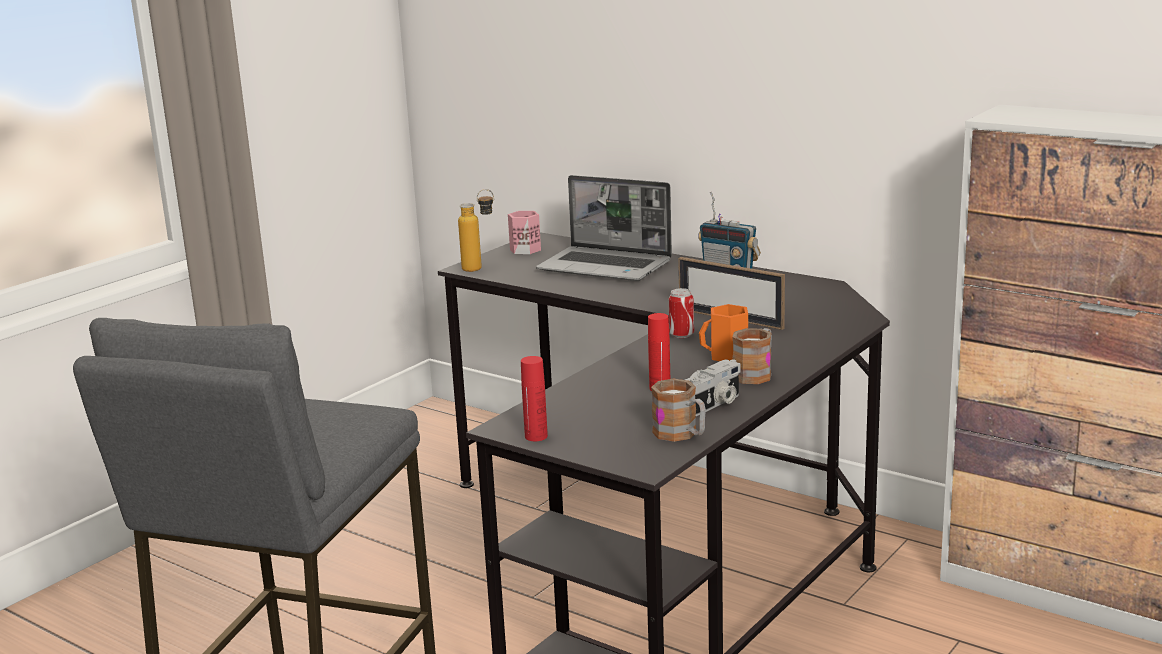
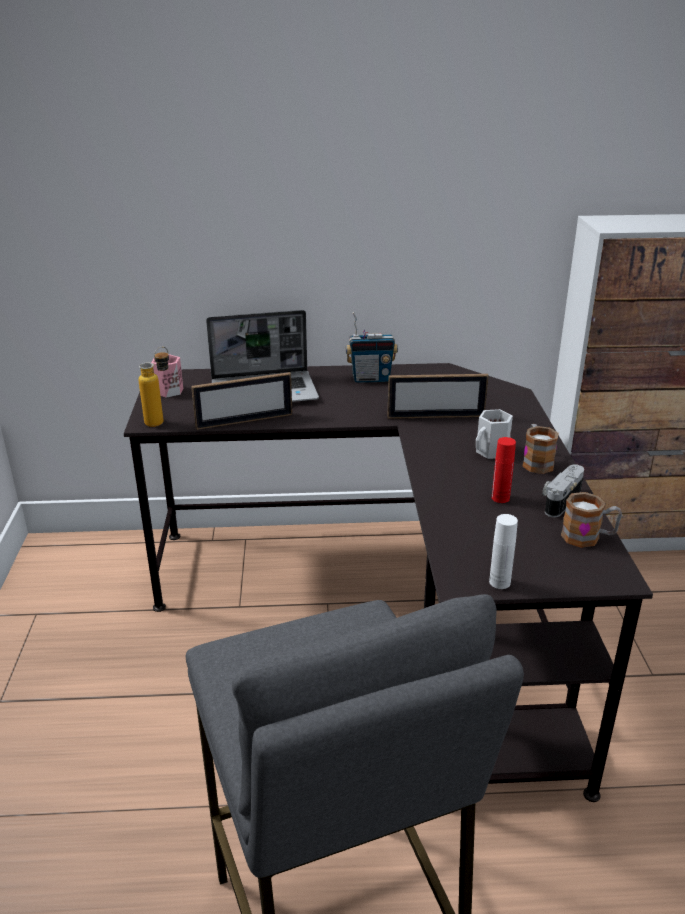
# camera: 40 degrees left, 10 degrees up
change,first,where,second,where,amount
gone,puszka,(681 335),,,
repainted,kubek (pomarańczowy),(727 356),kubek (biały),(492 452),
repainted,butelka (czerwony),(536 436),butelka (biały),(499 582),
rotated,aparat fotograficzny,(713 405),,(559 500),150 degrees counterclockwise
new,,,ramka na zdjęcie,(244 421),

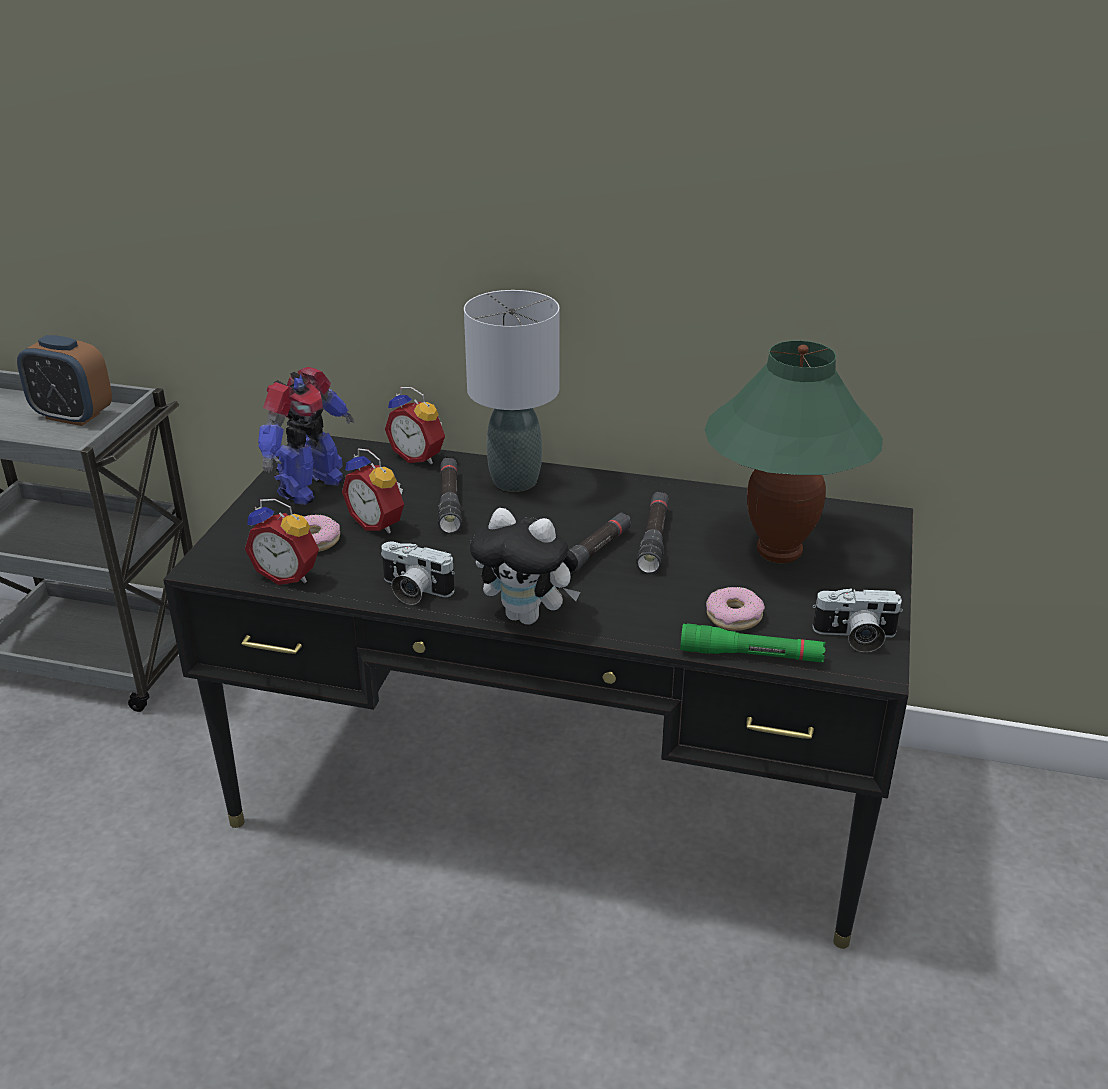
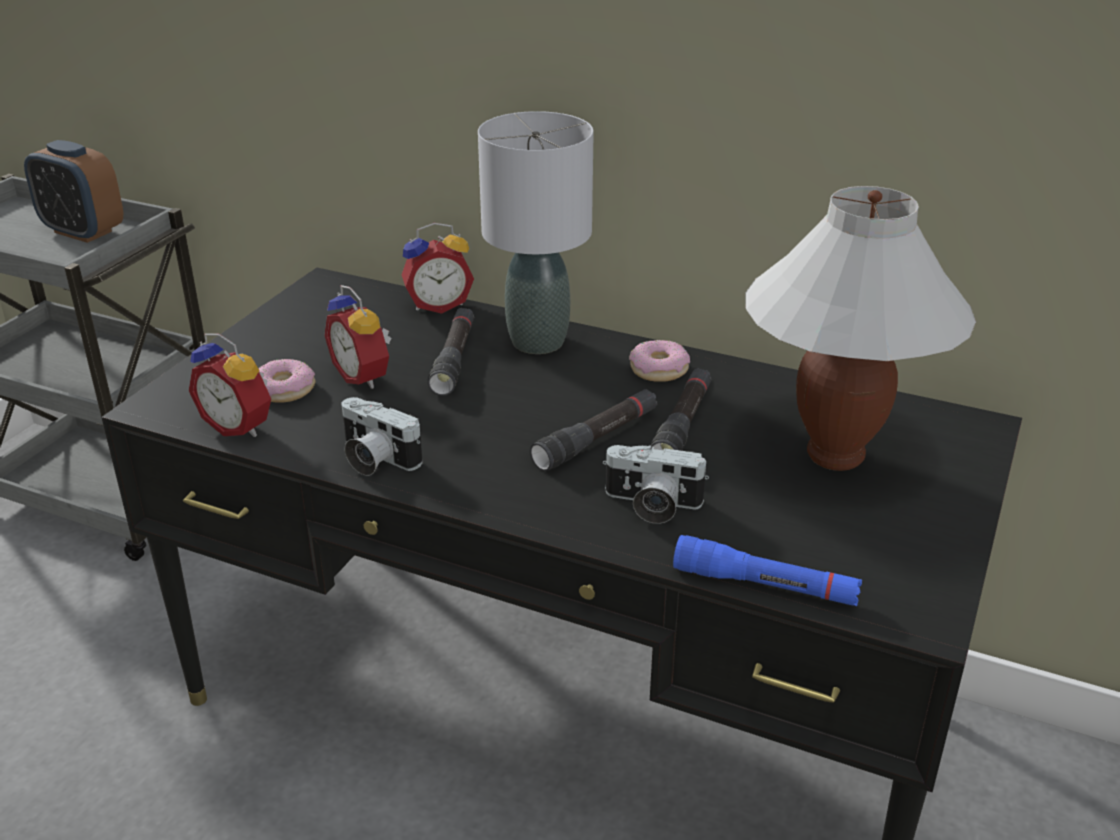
# camera: 10 degrees right, 0 degrees up
change,first,where,second,where,amount
repainted,lampa stołowa (zielony),(780 552),lampa stołowa (biały),(836 456),
gone,robot zabawkowy,(309 487),,,
rotated,budzik,(419 456),,(438 305),60 degrees counterclockwise
gone,pluszak,(528 616),,,
shifted,donut,(734 616),,(659 369),
shifted,aparat fotograficzny,(855 637),,(651 505),
repainted,latarka (zielony),(751 655),latarka (niebieski),(765 585),

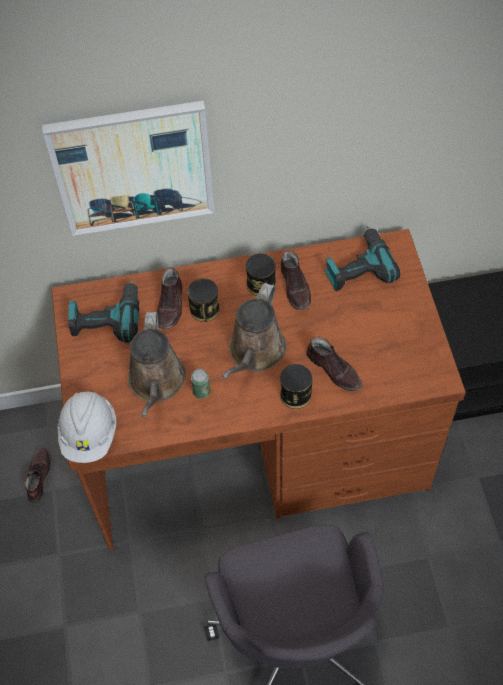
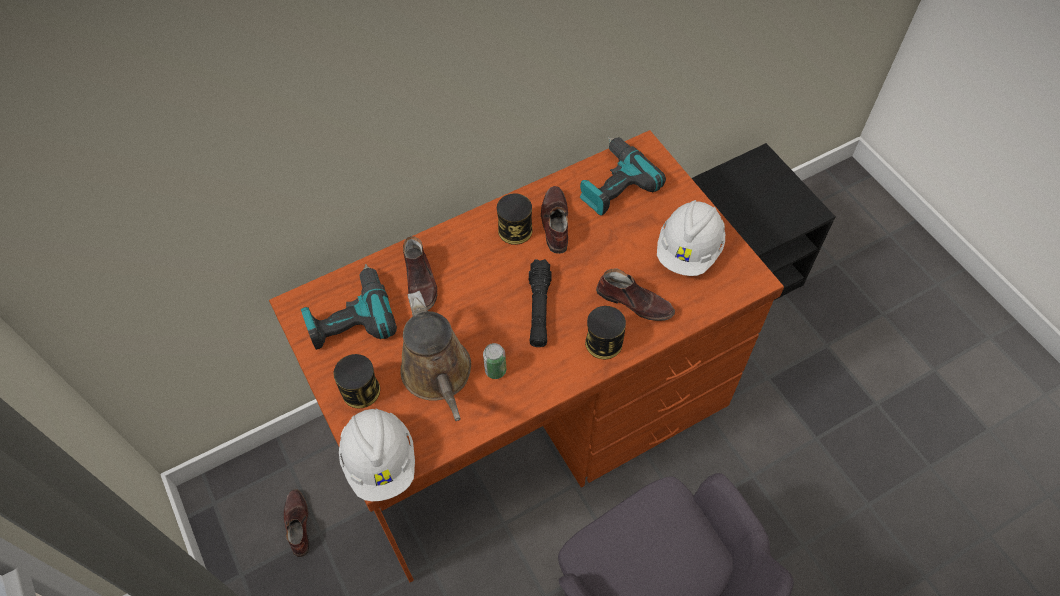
# camera: 20 degrees left, 0 degrees up
change,first,where,second,where,amount
gone,obraz,(133 167),,,
rotated,but (brązowy),(295 287),,(555 223),150 degrees counterclockwise
shifted,puszka,(204 309),,(361 391),
swapped,konewka (brązowy),(255 353),latarka (czarny),(539 308),
new,,,kask (biały),(689 250),

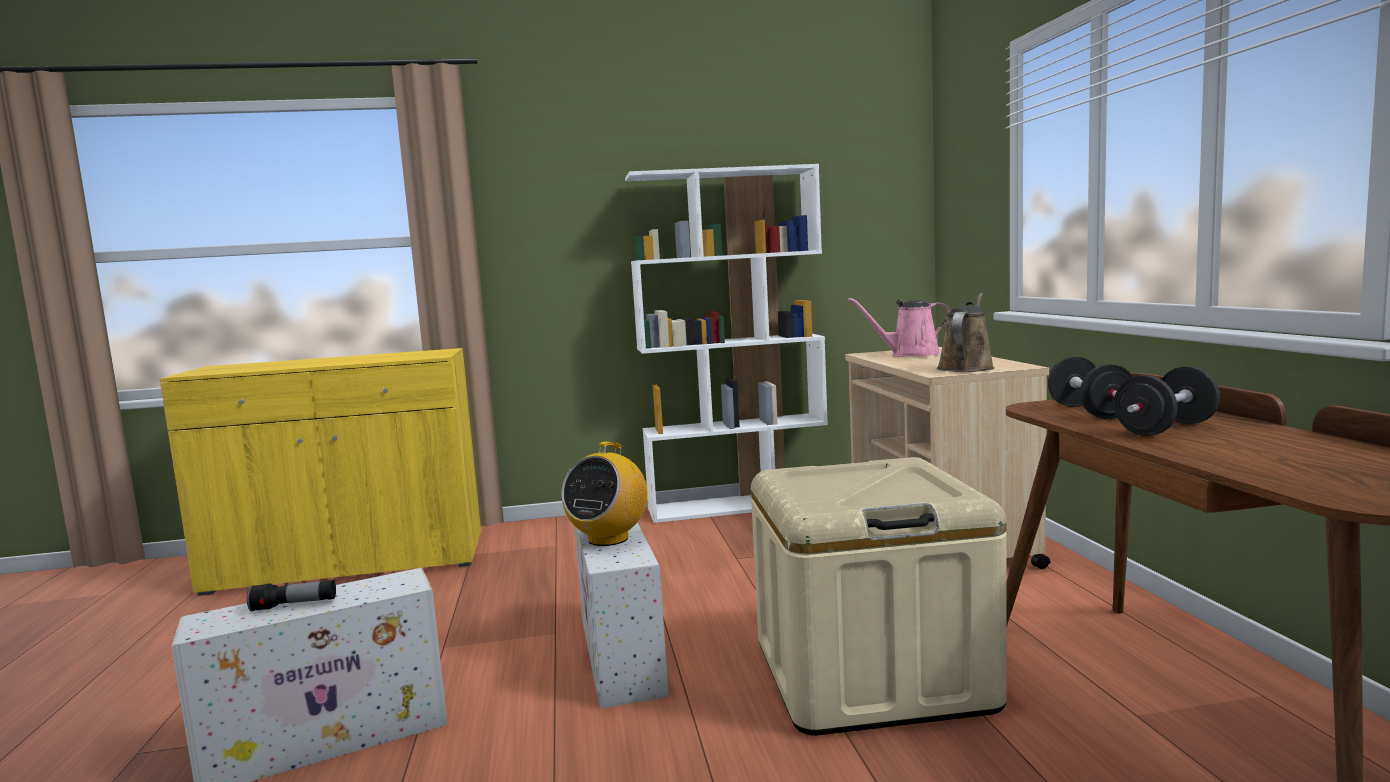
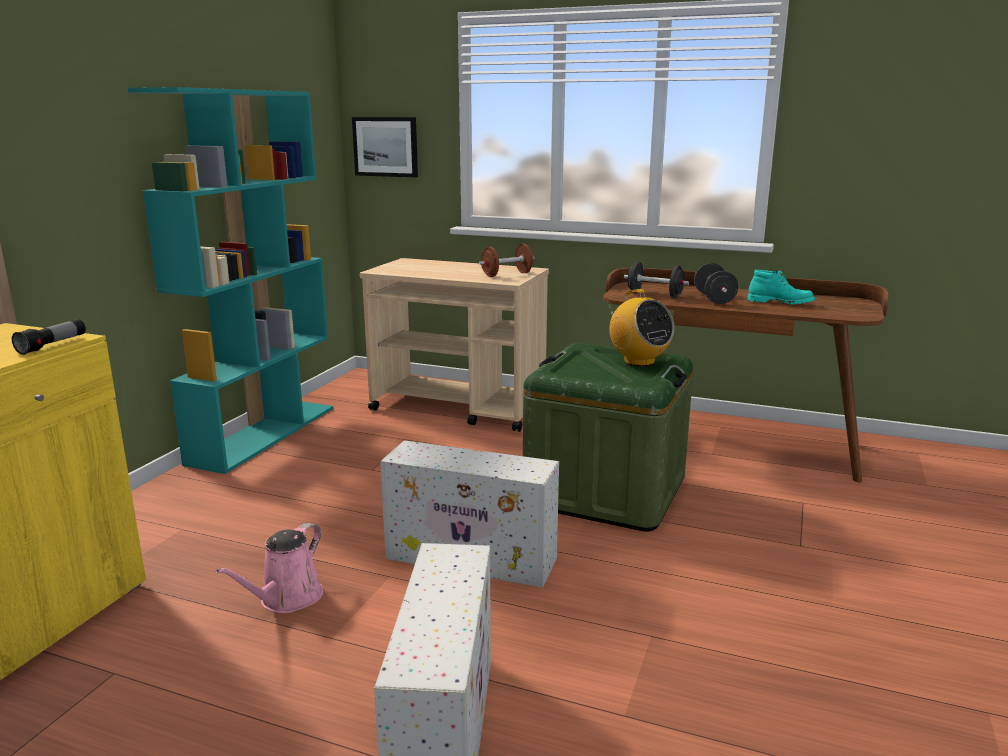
# camera: 60 degrees left, 10 degrees up
change,first,where,second,where,amount
repainted,regał (biały),(738 505),regał (turkusowy),(263 434),
swapped,konewka (brązowy),(966 368),hantel (brązowy),(507 274),
shifted,konewka (różowy),(910 354),,(287 599),
shifted,radio,(608 538),,(638 361),
repainted,pojemnik do przechowywania (beżowy),(871 674),pojemnik do przechowywania (zielony),(605 491),
shifted,latarka,(294 606),,(53 345),
new,,,obraz,(386 147),
new,,,but z cholewką (turkusowy),(780 302),

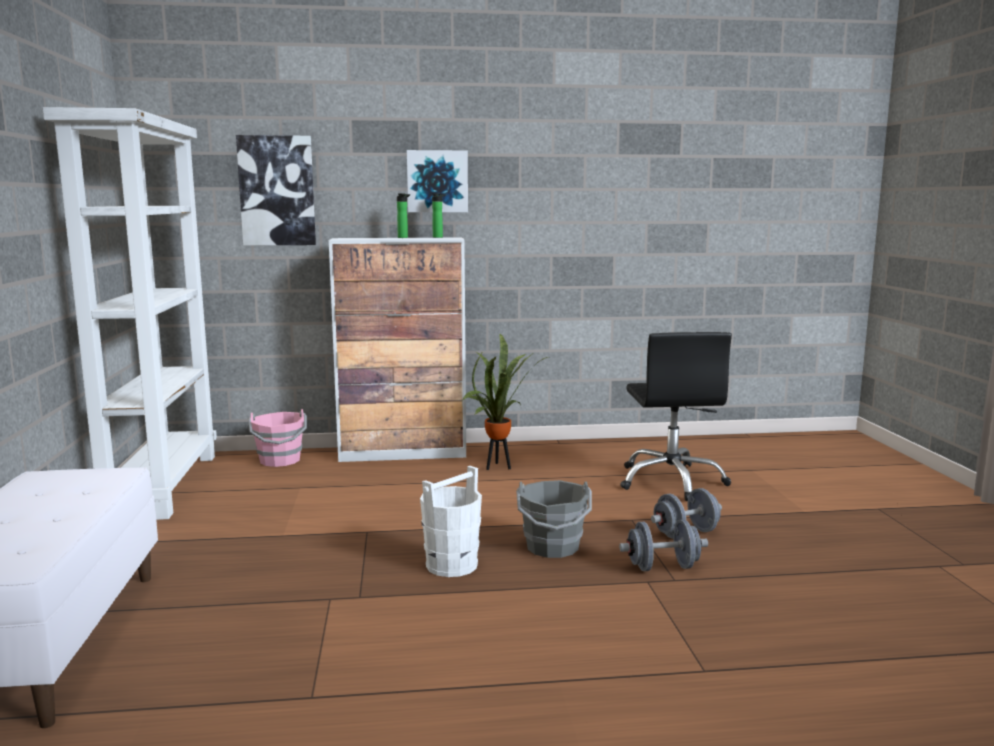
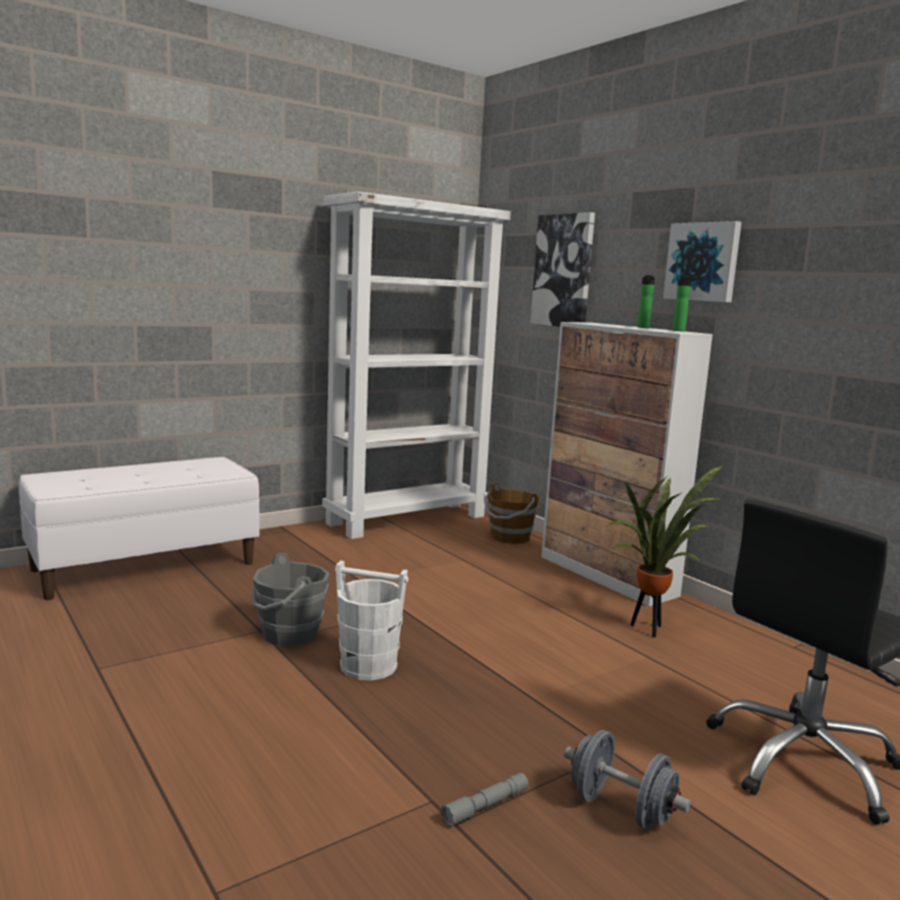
# camera: 60 degrees right, 0 degrees up
change,first,where,second,where,amount
repainted,wiadro (różowy),(280 460),wiadro (brązowy),(510 537),
shifted,wiadro (szary),(553 547),,(289 633),
swapped,hantel (szary),(662 567),latarka (szary),(485 806),

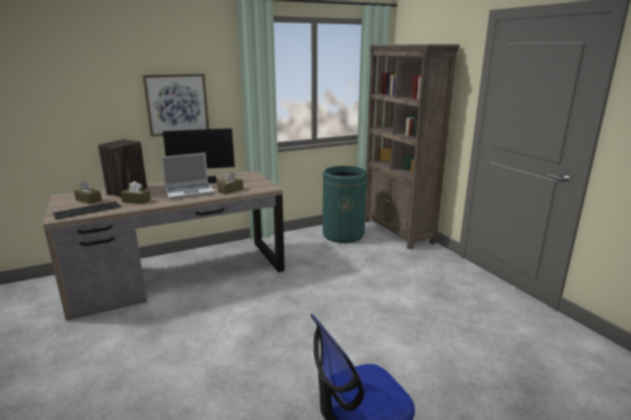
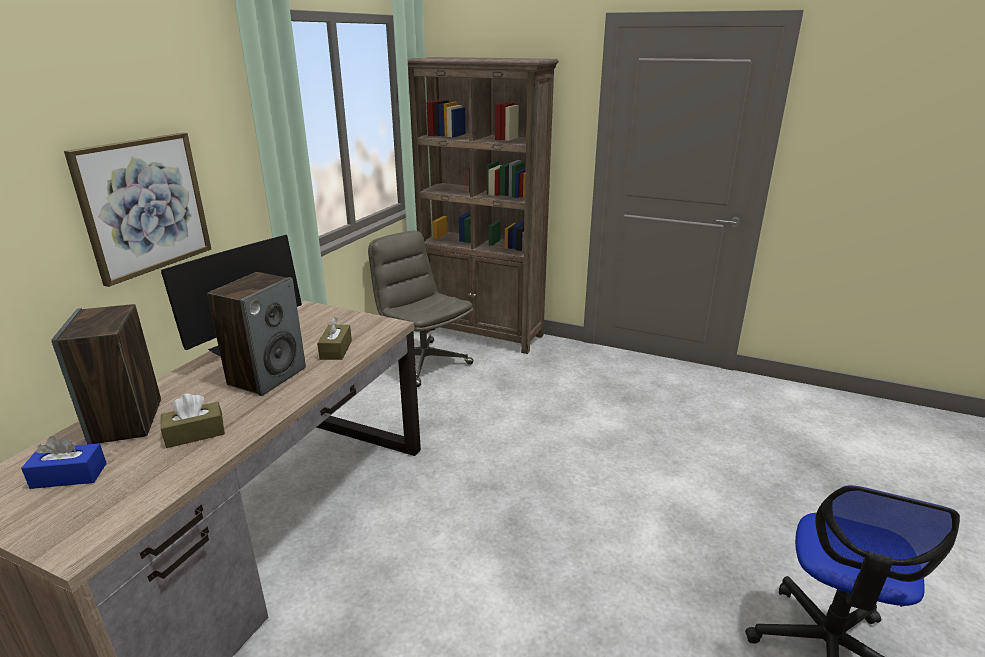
# camera: 40 degrees left, 5 degrees up
change,first,where,second,where,amount
swapped,laptop,(190 192),głośnik,(267 376),
swapped,kosz na śmieci (zielony),(343 235),krzesło biurowe (szary),(423 362),
repainted,pudełko chusteczek (brązowy),(88 200),pudełko chusteczek (niebieski),(69 476),
gone,klawiatura,(87 210),,,

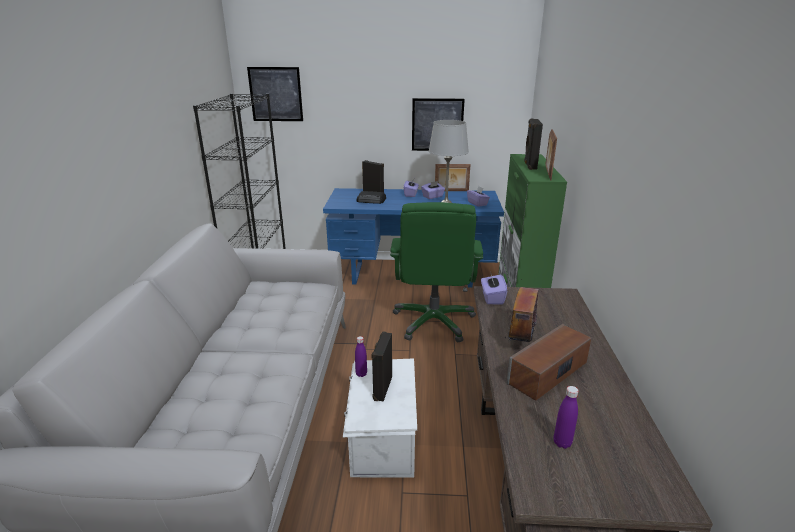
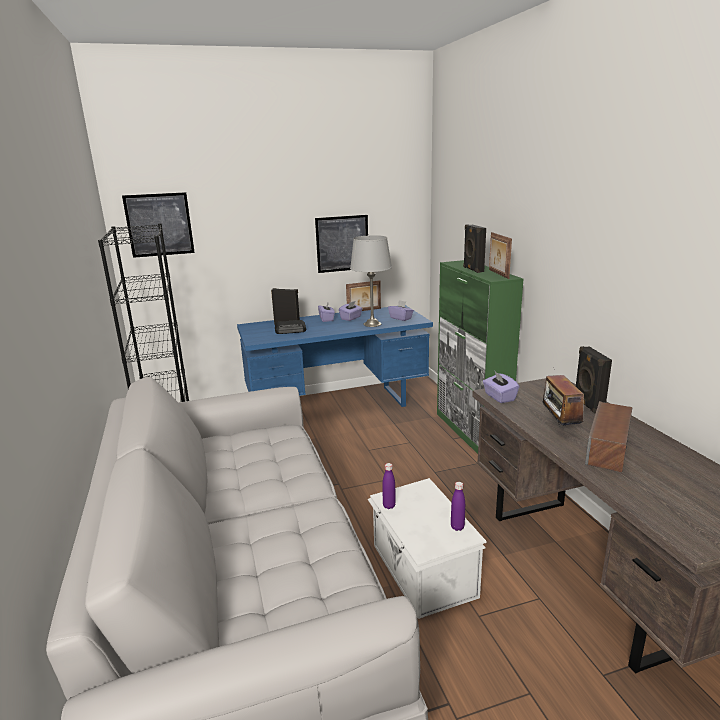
# camera: 20 degrees left, 5 degrees down
change,first,where,second,where,amount
gone,krzesło biurowe (zielony),(434 322),,,
shifted,głośnik (czarny),(381 388),,(587 405),
shifted,butelka (fioletowy),(562 443),,(457 527),

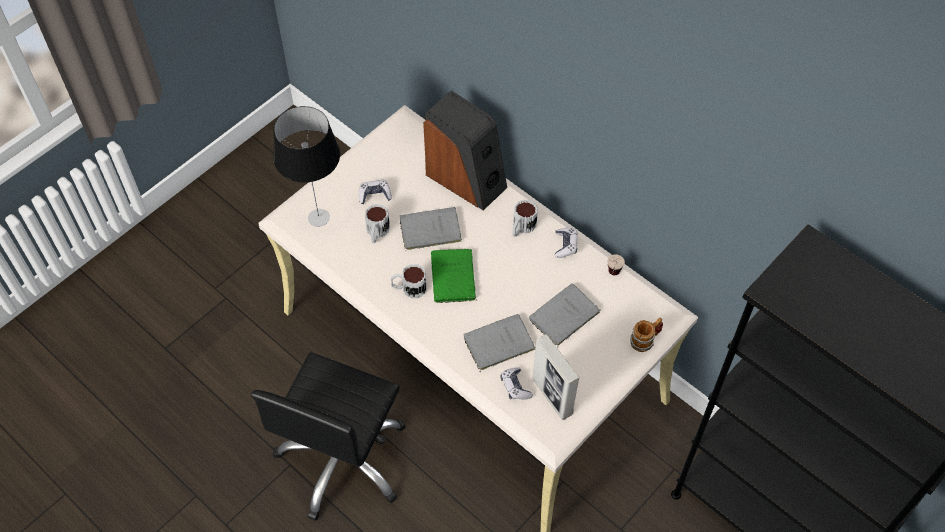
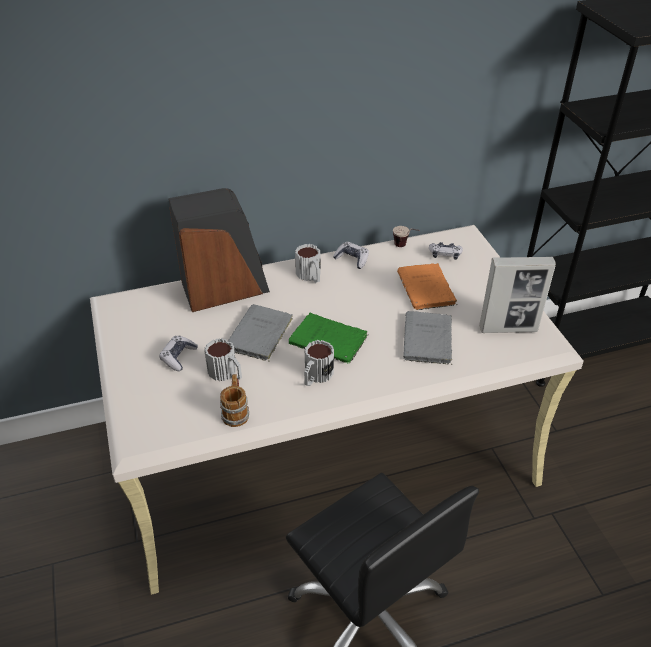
# camera: 60 degrees left, 15 degrees down
change,first,where,second,where,amount
gone,lampa stołowa,(318 217),,,
repainted,książka (szary),(562 317),książka (pomarańczowy),(426 290),
shifted,kubek,(645 340),,(236 412),
shifted,pad do gier,(515 387),,(445 254),

